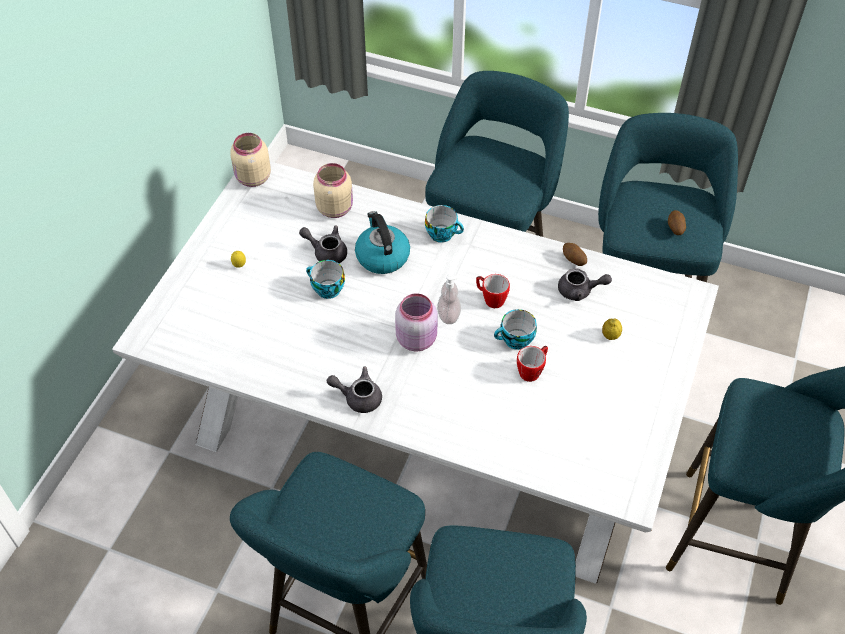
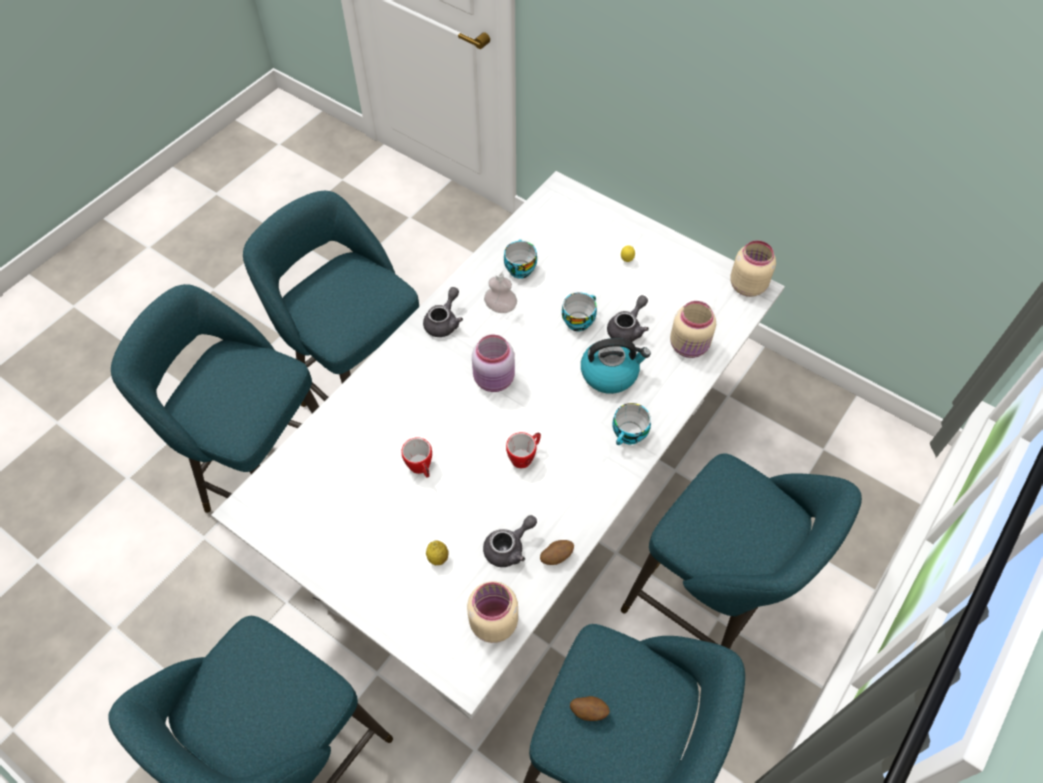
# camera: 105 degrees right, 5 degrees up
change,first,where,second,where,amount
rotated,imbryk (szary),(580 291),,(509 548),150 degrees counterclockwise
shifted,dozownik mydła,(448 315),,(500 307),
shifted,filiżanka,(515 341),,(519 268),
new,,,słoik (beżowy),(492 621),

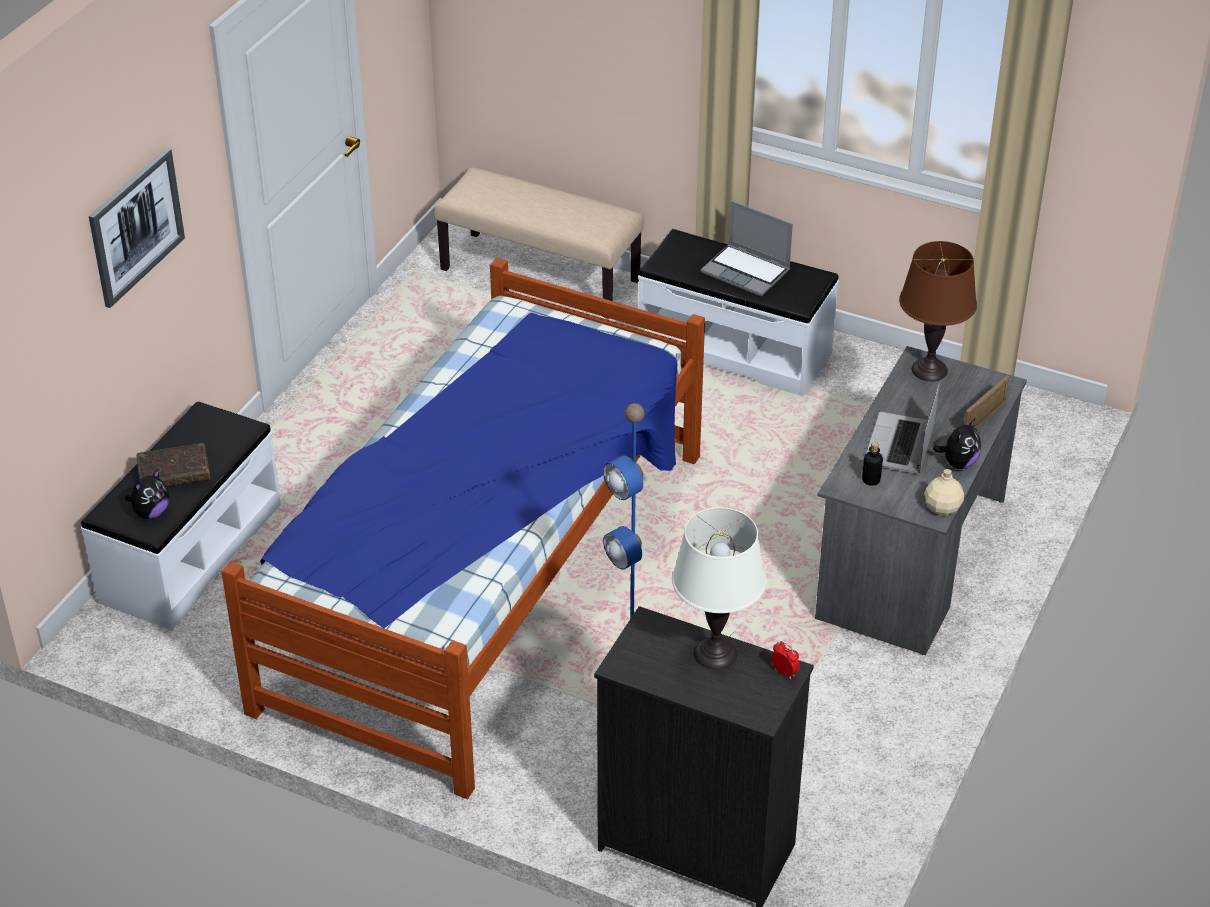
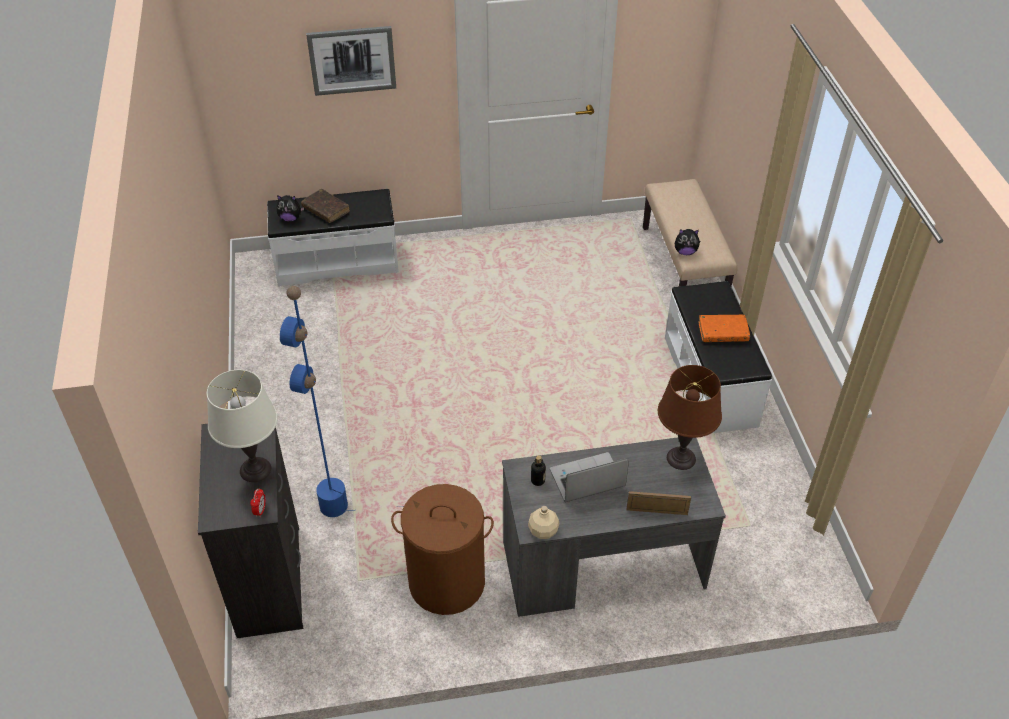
# camera: 55 degrees right, 5 degrees up
change,first,where,second,where,amount
swapped,laptop,(747 272),książka (pomarańczowy),(723 333),
gone,łóżko,(489 578),,,
shifted,pluszak,(958 463),,(685 252),
new,,,kosz na pranie (brązowy),(446 582),

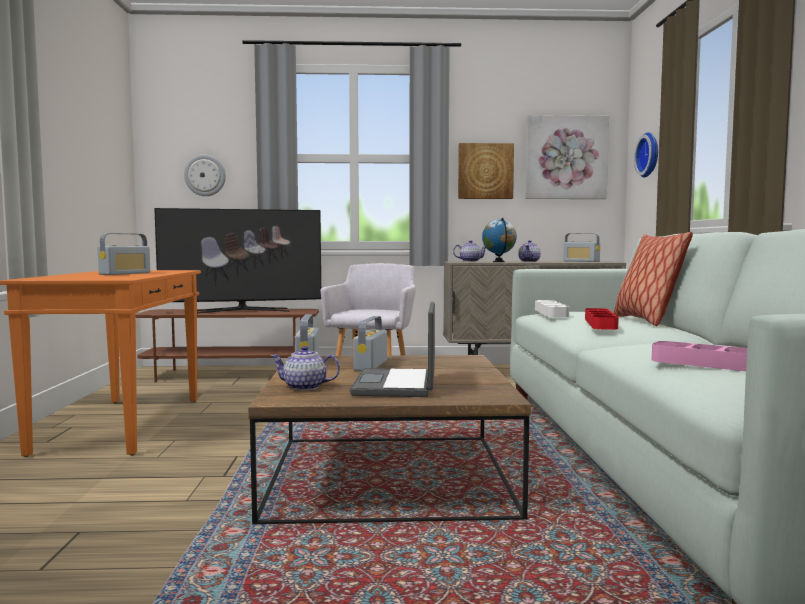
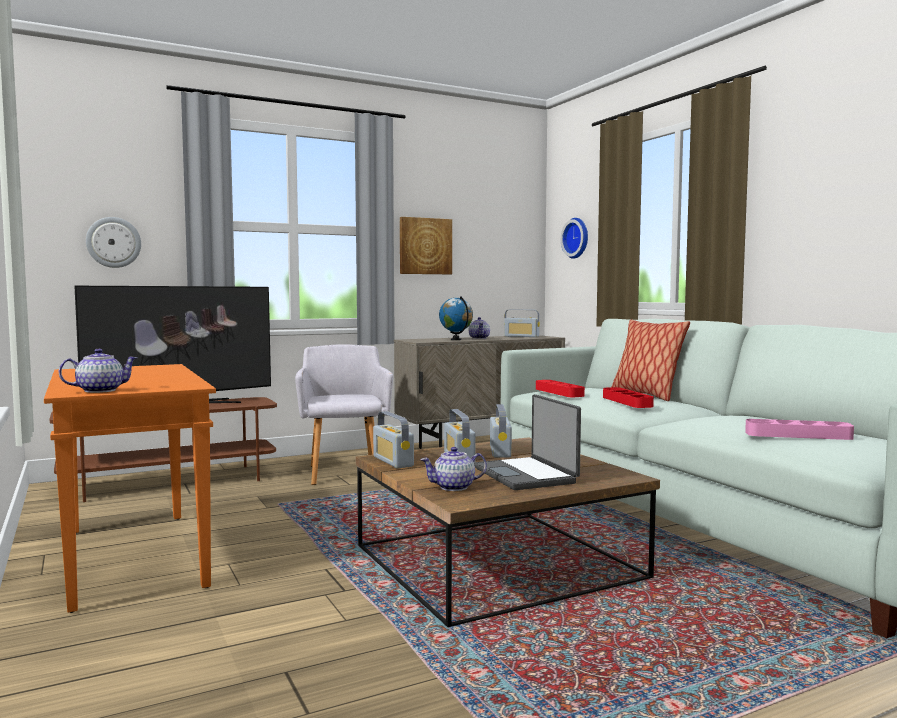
# camera: 25 degrees left, 0 degrees up
change,first,where,second,where,amount
gone,obraz,(565 158),,,
shifted,radio,(125 273),,(500 451),
shifted,imbryk,(470 261),,(99 390),
repainted,taca (biały),(551 313),taca (czerwony),(559 392),

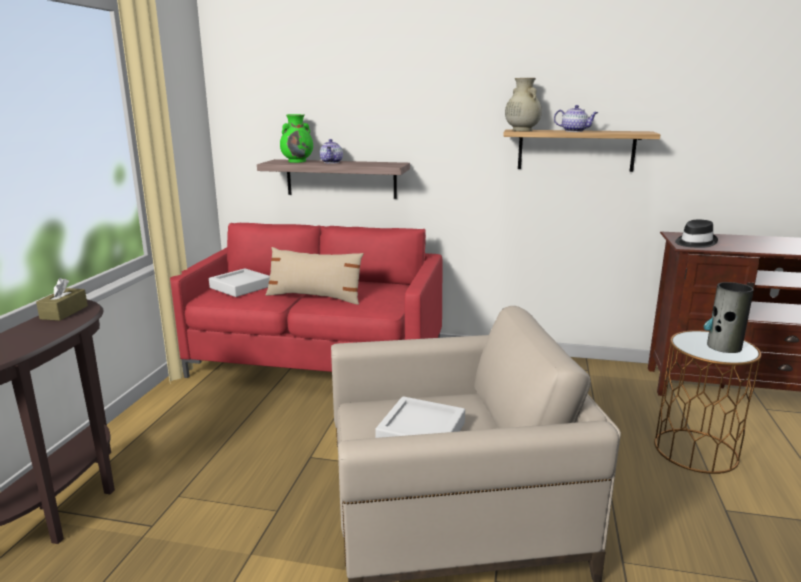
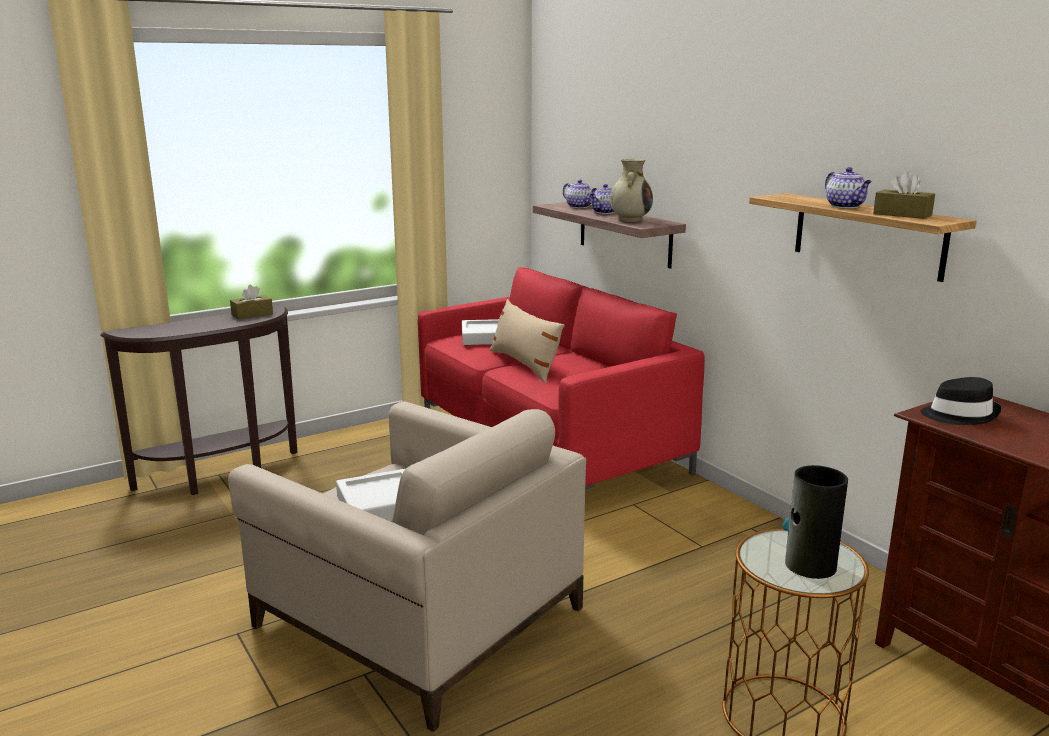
# camera: 45 degrees right, 0 degrees up
change,first,where,second,where,amount
shifted,wazon (beżowy),(521 130),,(630 220),
swapped,wazon (zielony),(297 161),imbryk,(580 206),
new,,,pudełko chusteczek (brązowy),(902 214),

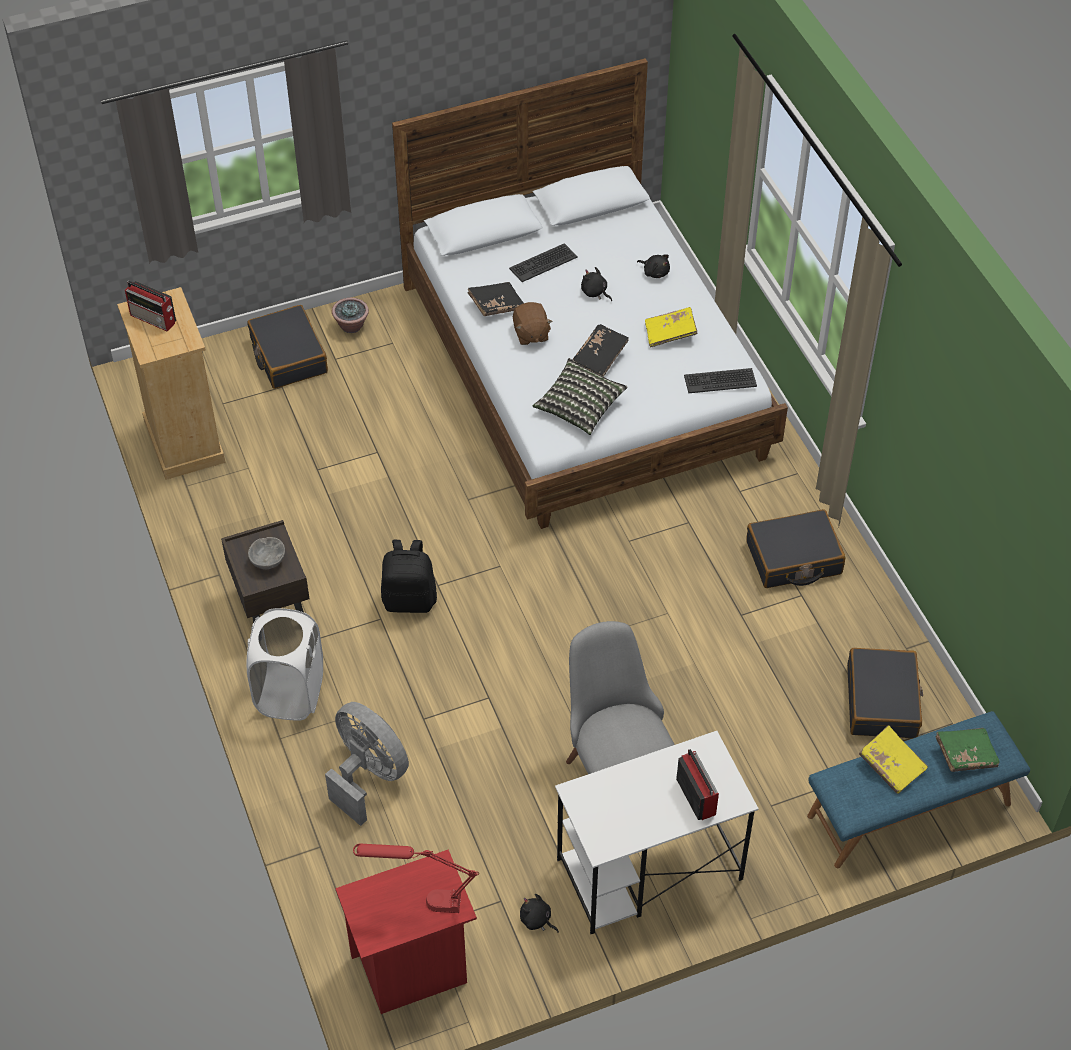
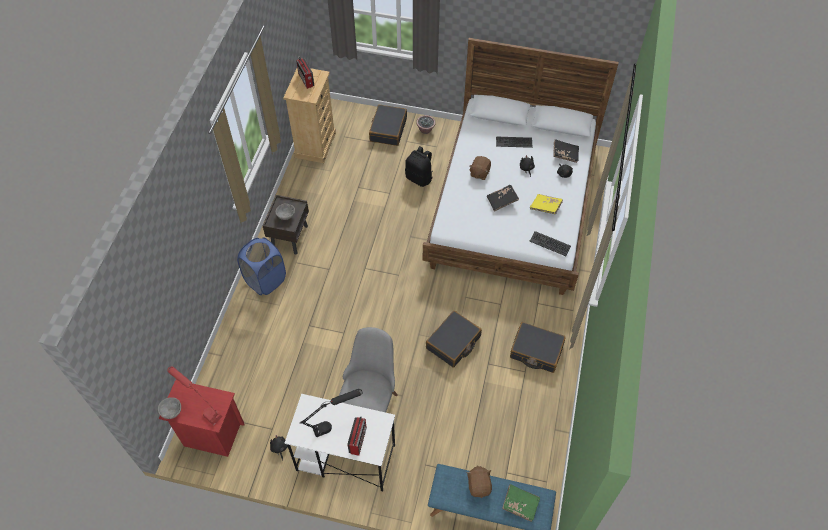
# camera: 35 degrees right, 5 degrees up
change,first,where,second,where,amount
shifted,książka (czarny),(496 305),,(565 154),
gone,poduszka,(579 406),,,
shifted,plecak (czarny),(410 599),,(419 178),
repainted,kosz na pranie (biały),(290 693),kosz na pranie (niebieski),(265 280),
shifted,walizka (czarny),(882 702),,(453 343),
gone,wentylator (szary),(368 775),,,
swapped,książka (żółty),(891 765),pluszak (brązowy),(479 485),
new,,,lampa stołowa (czarny),(334 424),
new,,,miska (szary),(172 411),

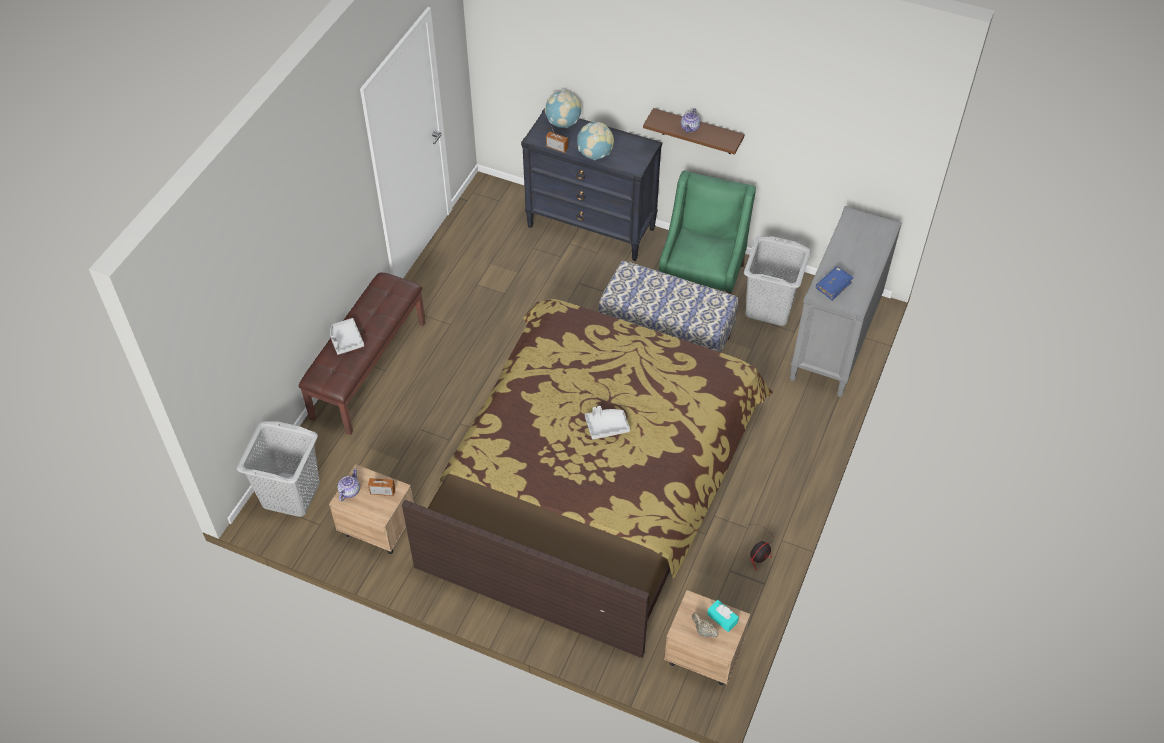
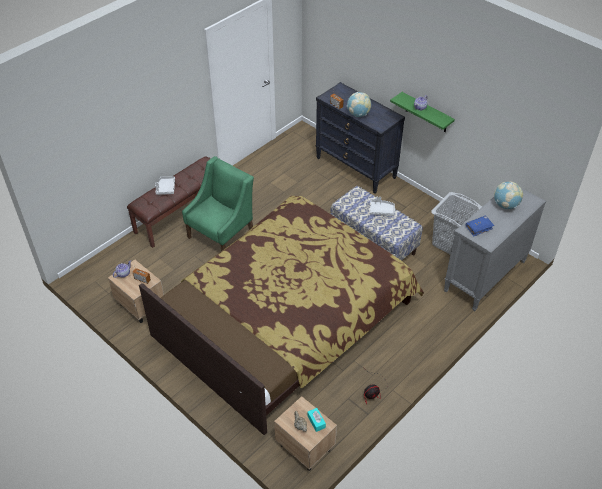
# camera: 20 degrees right, 5 degrees down
change,first,where,second,where,amount
shifted,globus,(563 123),,(505 205),
repainted,półka (brązowy),(697 132),półka (zielony),(426 113),
shifted,fotel (zielony),(702 279),,(222 234),
shifted,taca (szary),(606 426),,(381 210),
gone,kosz na pranie (szary),(291 494),,,

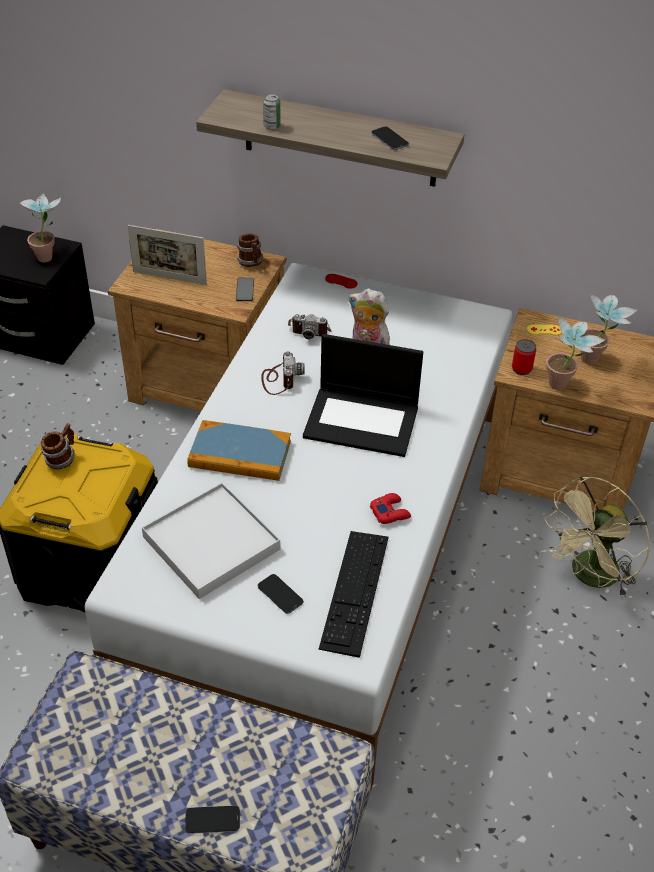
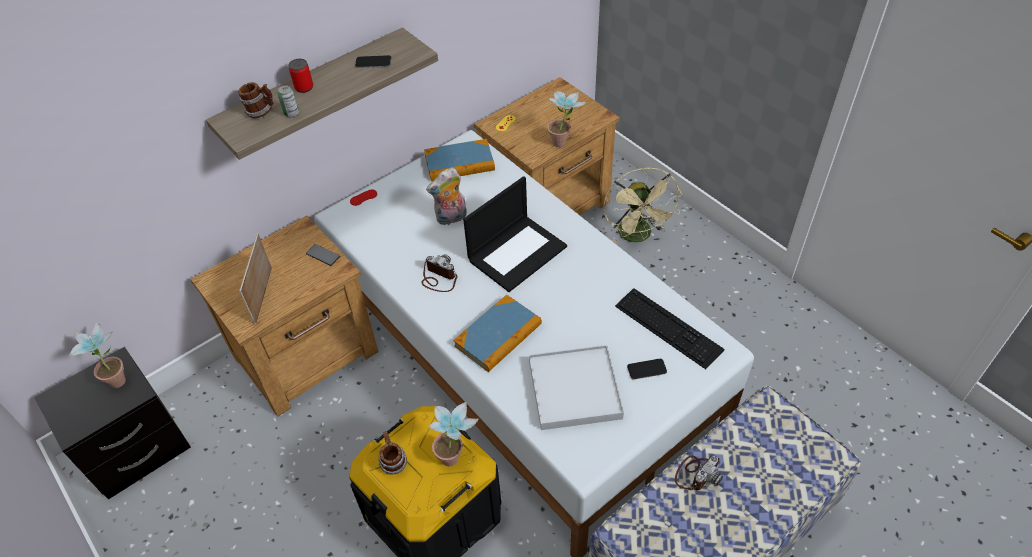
# camera: 55 degrees left, 5 degrees up
change,first,where,second,where,amount
rotated,ramka na zdjęcie,(169 278),,(263 295),135 degrees clockwise
shifted,kubek,(251 263),,(261 112),
shifted,roślina doniczkowa,(595 361),,(456 456),
shifted,aparat fotograficzny,(309 329),,(696 474),
shifted,puszka,(521 369),,(304 87),
gone,pad do gier (czerwony),(390 512),,,
gone,telefon,(212 820),,,
new,,,książka,(459 163),

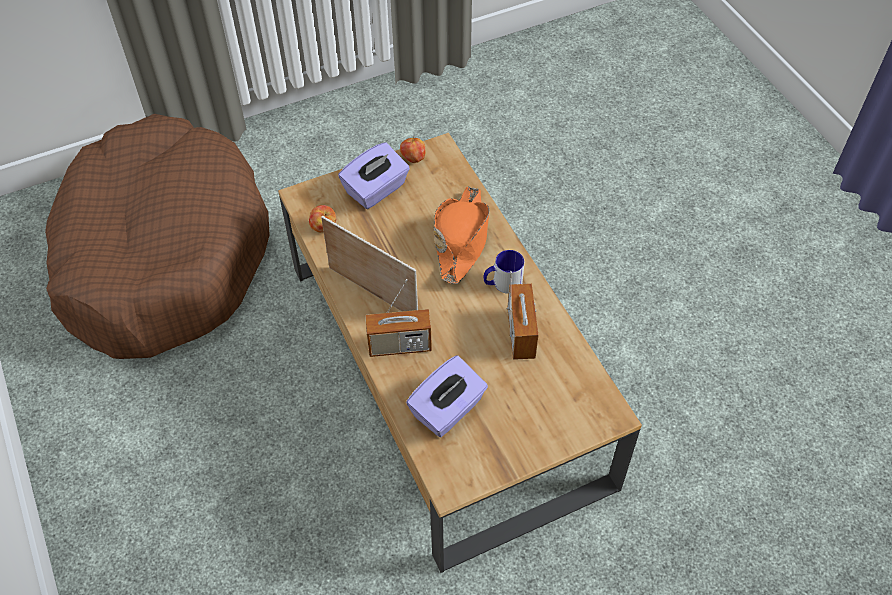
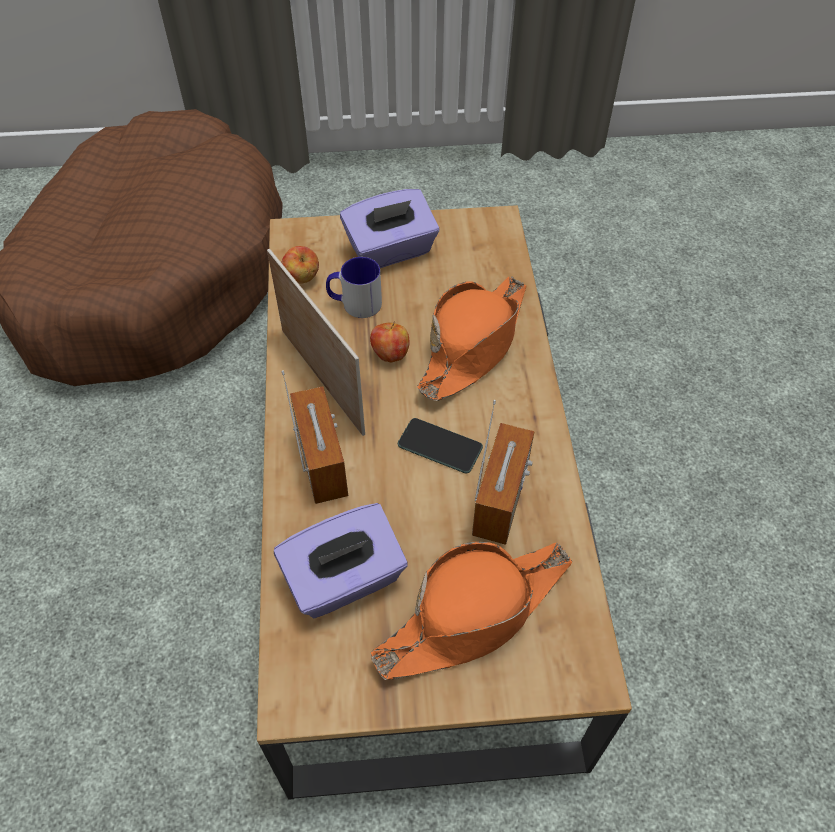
# camera: 20 degrees right, 0 degrees up
change,first,where,second,where,amount
shifted,jabłko,(413 158),,(390 354),
shifted,kubek,(502 283),,(354 303),
rotated,radio,(399 346),,(322 463),120 degrees counterclockwise
new,,,telefon,(440 446),
new,,,kapelusz (pomarańczowy),(474 613),

